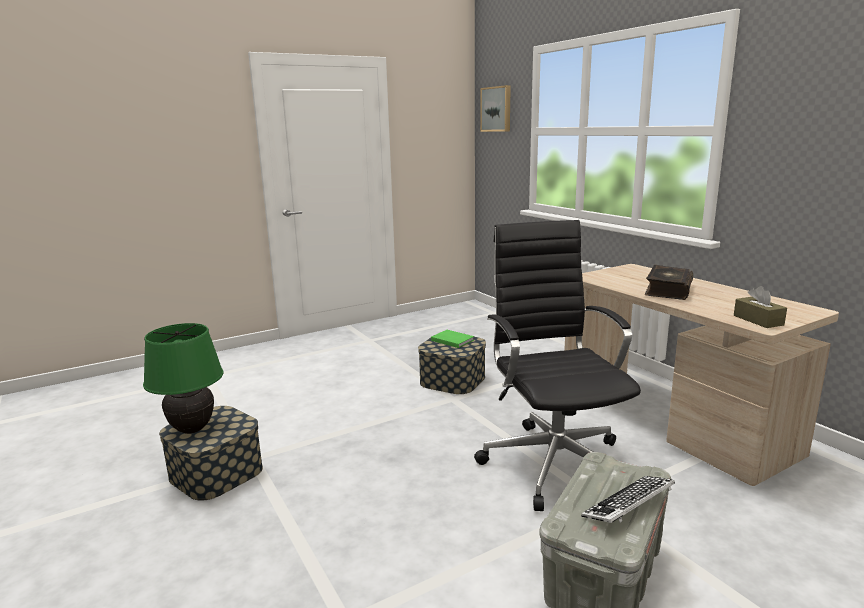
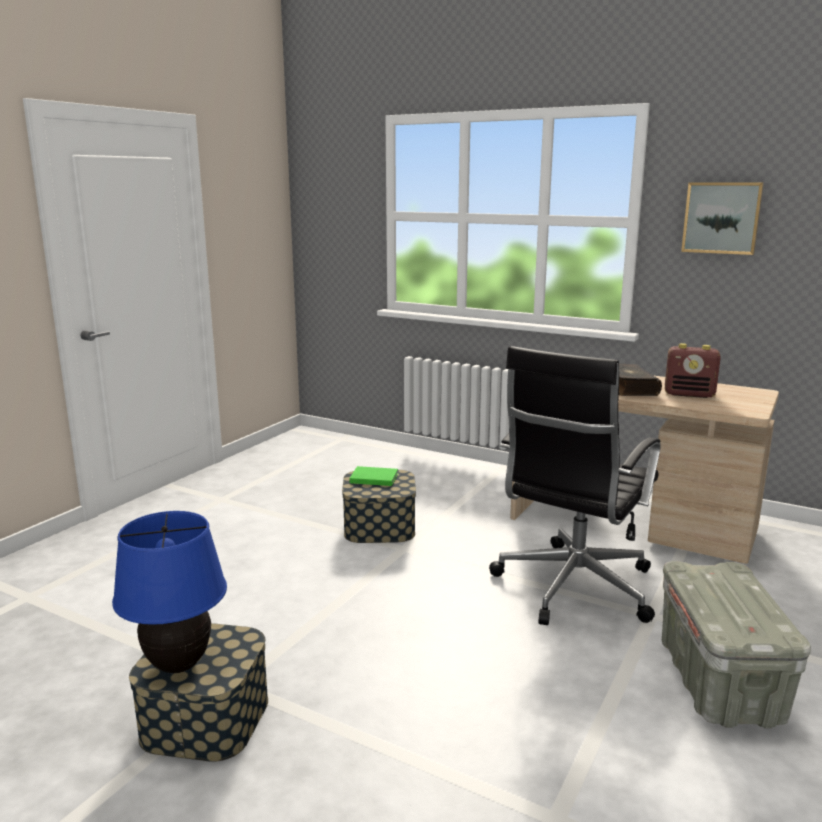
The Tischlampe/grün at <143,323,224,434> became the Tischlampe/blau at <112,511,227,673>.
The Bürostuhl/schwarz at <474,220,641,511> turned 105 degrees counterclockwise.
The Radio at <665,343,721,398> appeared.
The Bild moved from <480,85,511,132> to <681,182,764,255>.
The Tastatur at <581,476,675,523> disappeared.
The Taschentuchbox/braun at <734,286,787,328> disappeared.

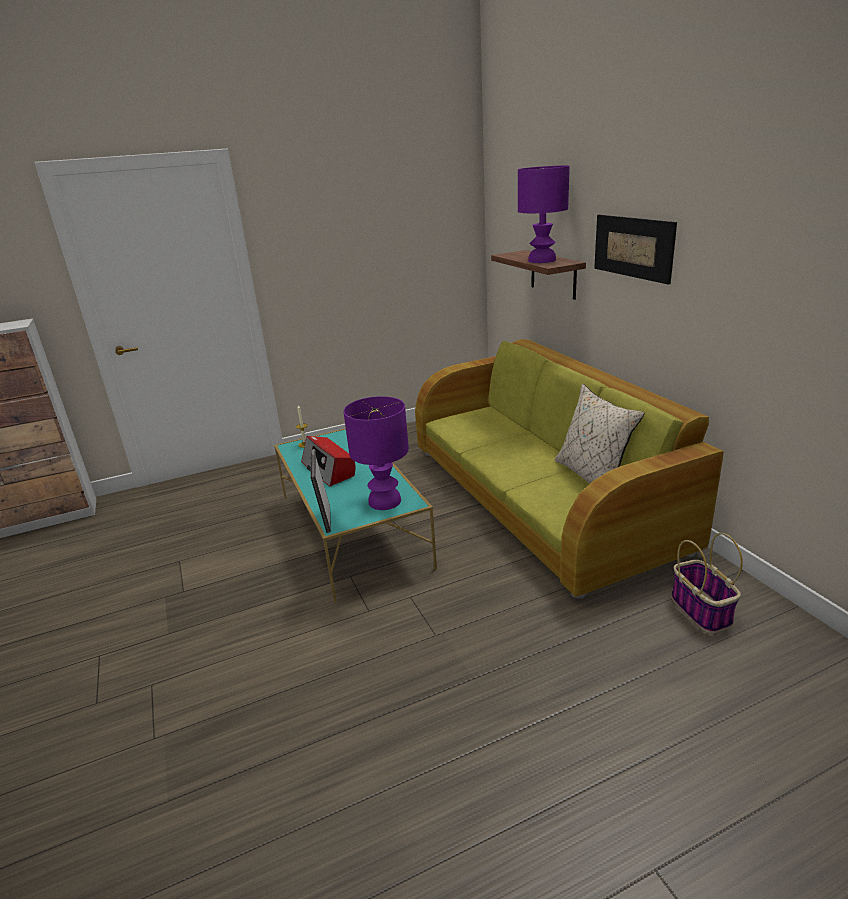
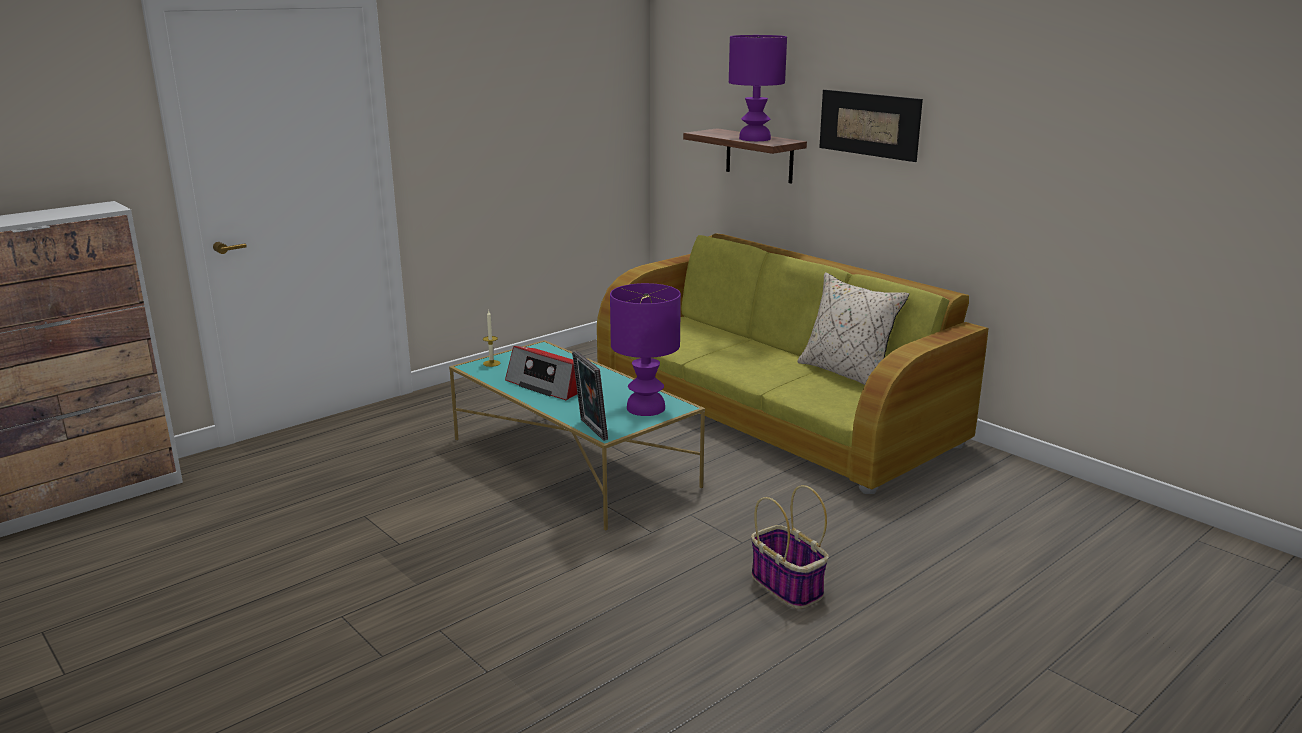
The Korb moved from <671,533,743,633> to <751,485,829,609>.

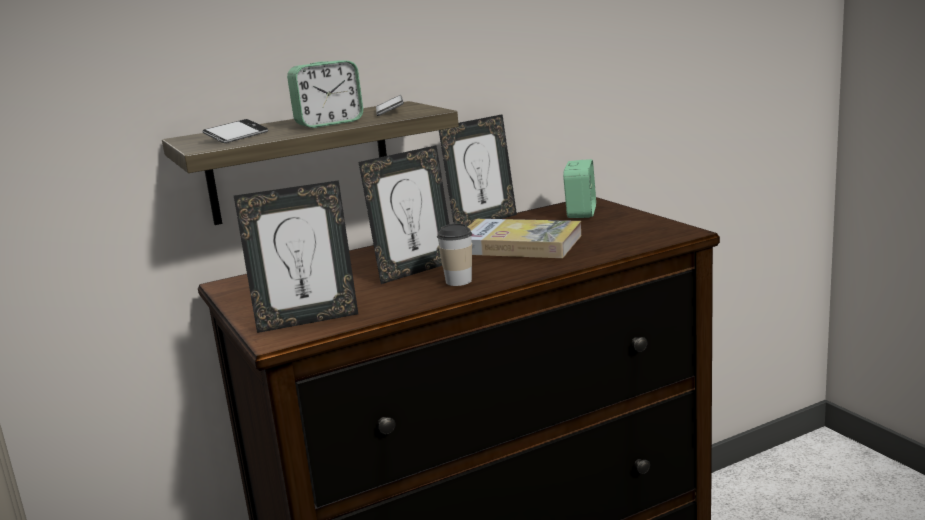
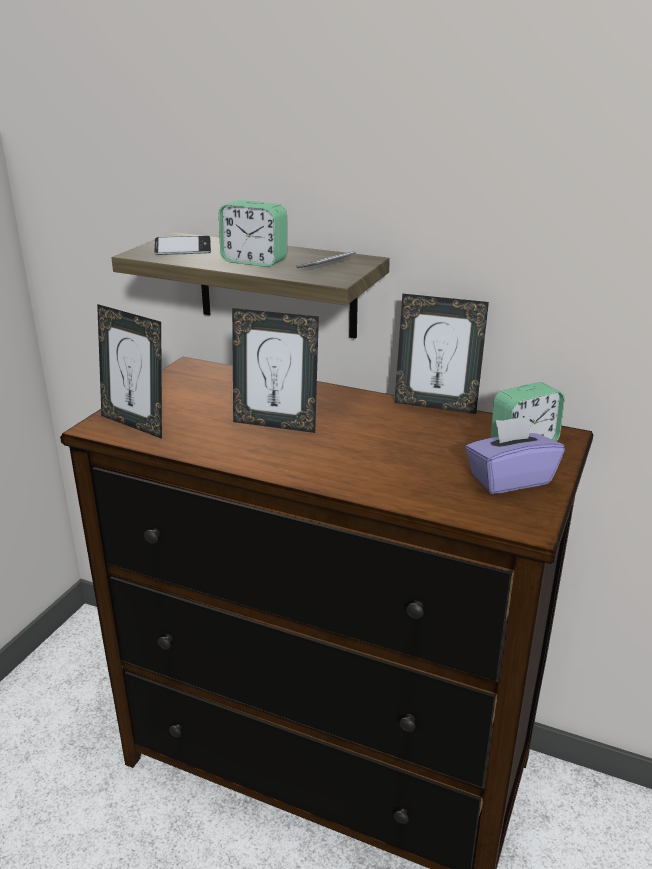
The Taschentuchbox/lila at <465,416,565,494> appeared.
The Tasse at <437,223,472,286> disappeared.
The Buch at <468,219,582,258> disappeared.

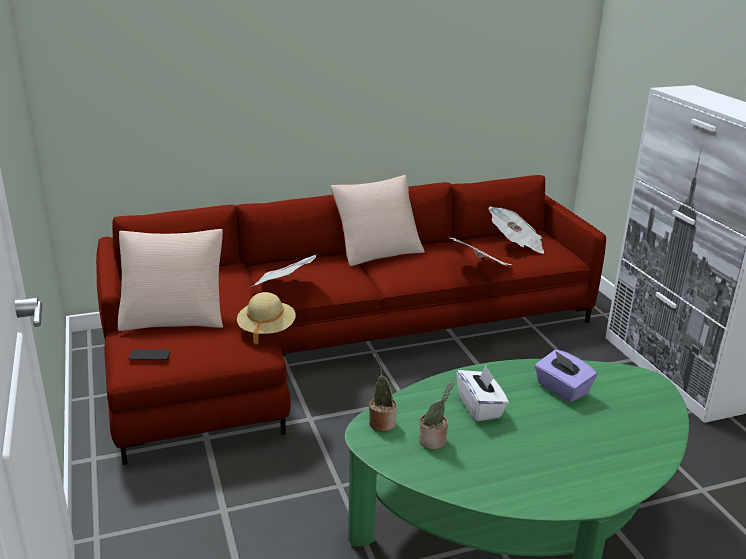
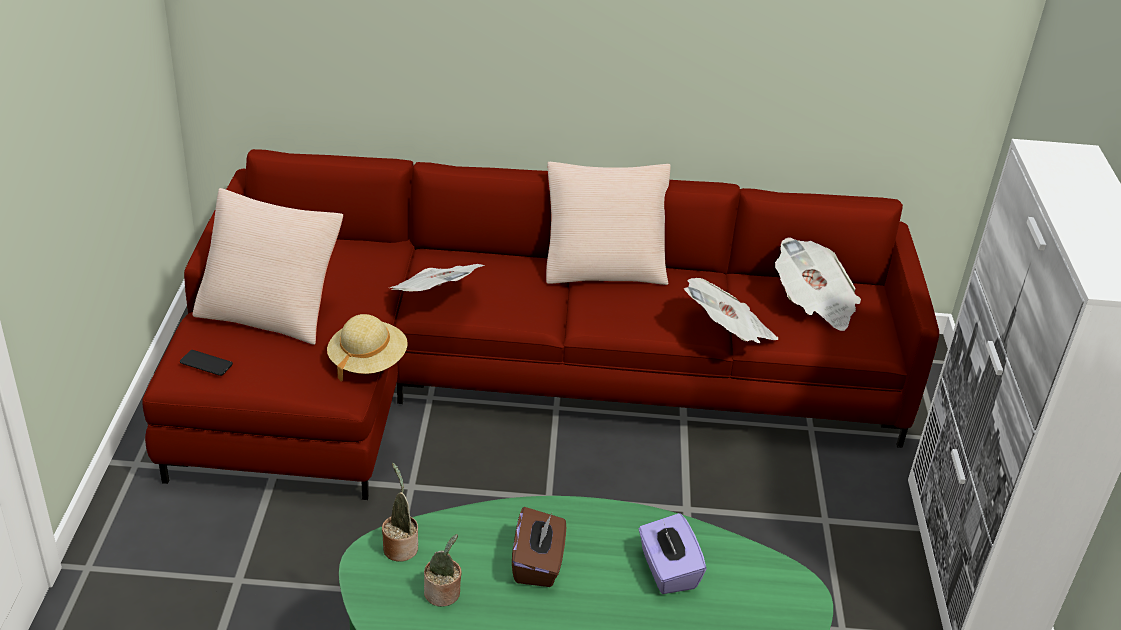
The Taschentuchbox/weiß at <457,364,509,421> became the Taschentuchbox/braun at <512,507,566,587>.

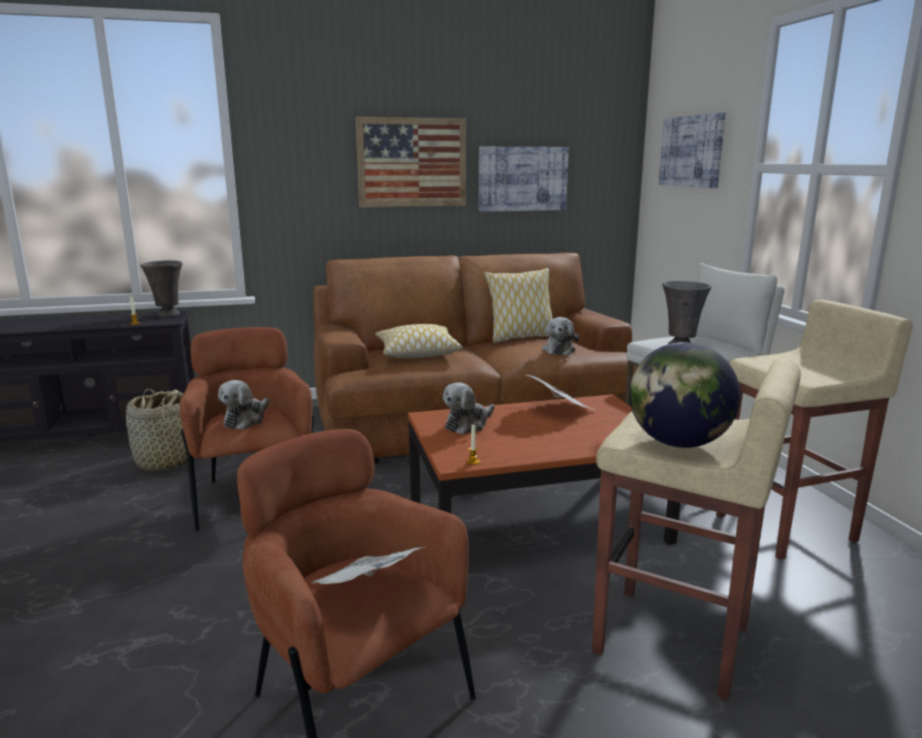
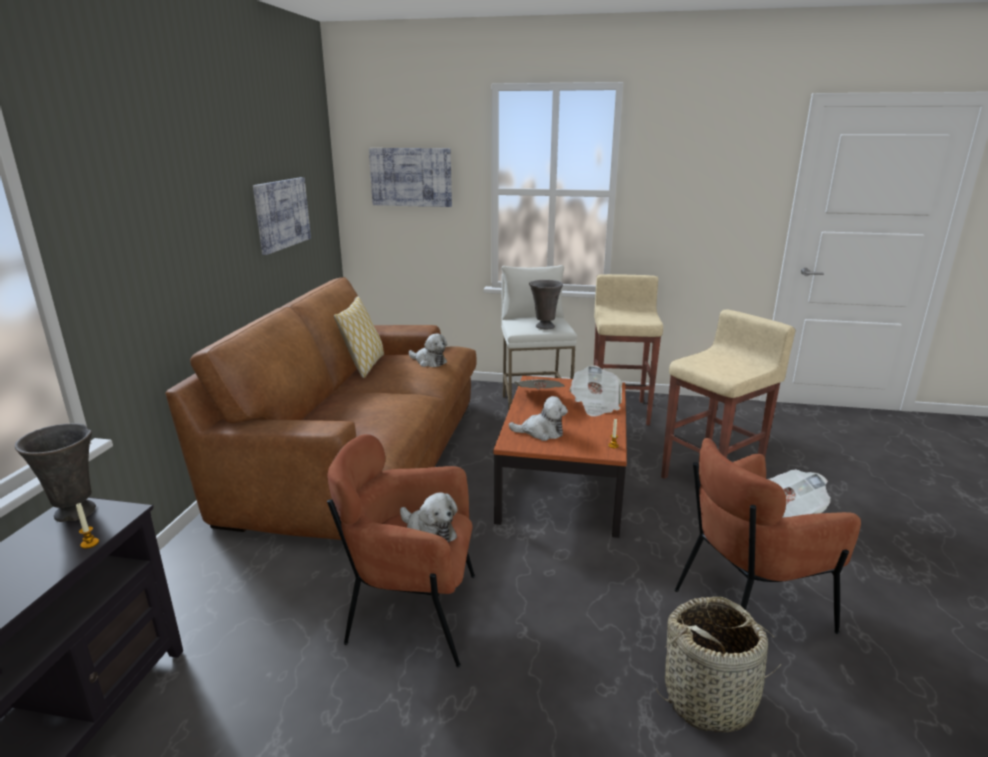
The Plüschtier at <443,382,494,435> turned 60 degrees counterclockwise.
The Zeitung at <570,365,622,416> appeared.
The Korb moved from <126,389,195,471> to <656,597,781,733>.
The Bild at <355,117,466,207> disappeared.
The Kissen at <375,324,463,358> disappeared.
The Globus at <629,342,740,448> disappeared.

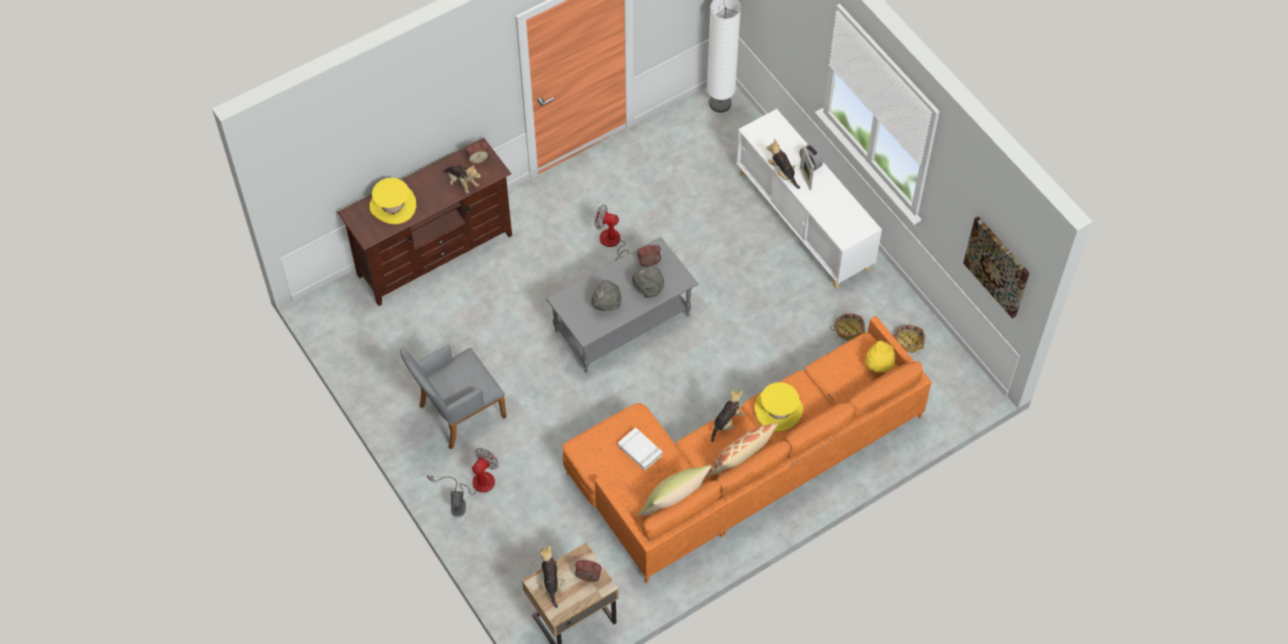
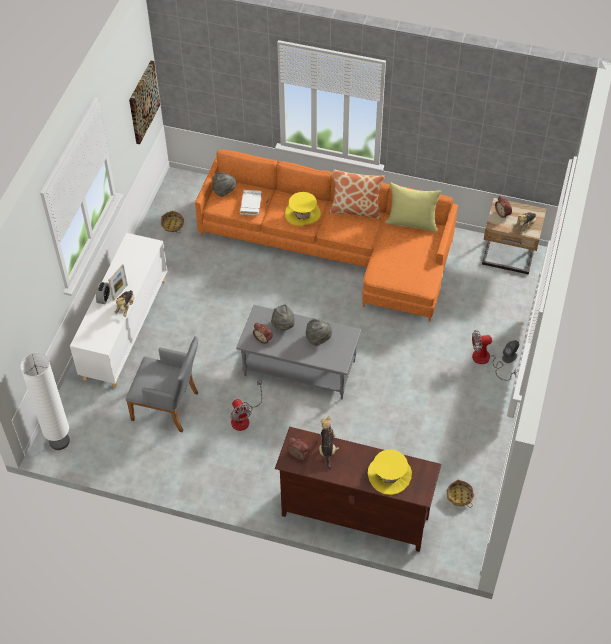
The Sessel/grau moved from <400,345,506,450> to <126,336,198,433>.
The Hut/gelb at <865,341,895,372> became the Hut/grau at <212,172,236,197>.
The Buch/weiß moved from <618,427,663,470> to <240,190,262,215>.
The Korb moved from <830,314,865,341> to <447,480,474,508>.
The Plüschtier at <711,390,744,442> disappeared.

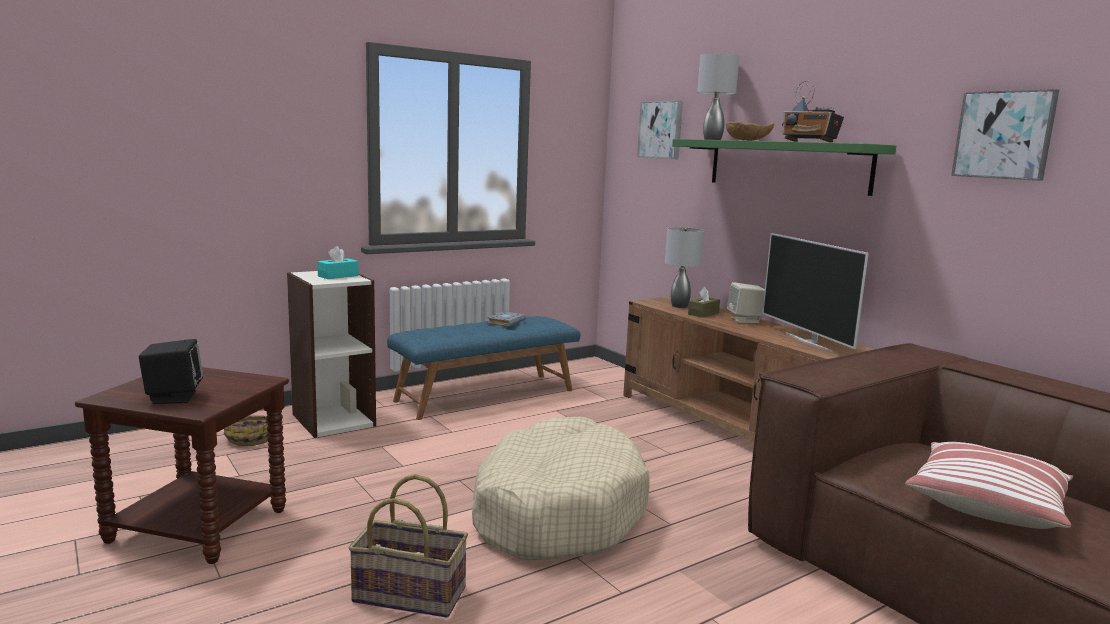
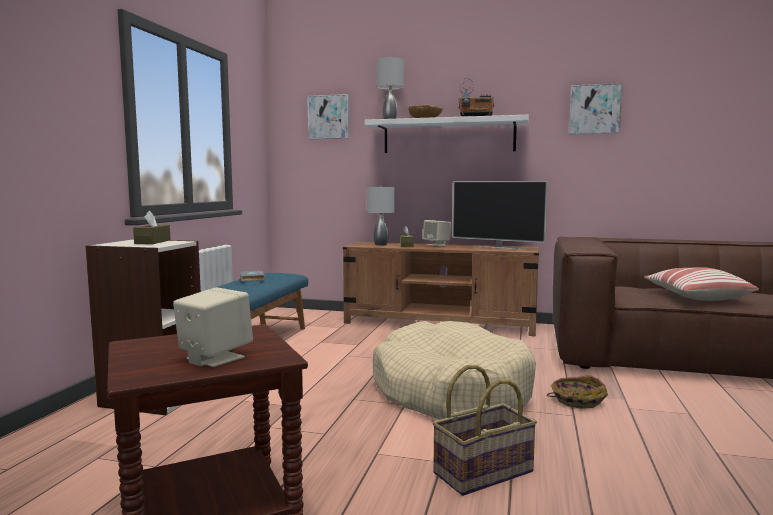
The Taschentuchbox/türkis at <317,246,358,279> became the Taschentuchbox/braun at <133,211,171,244>.
The Lautsprecher/schwarz at <139,339,203,404> became the Lautsprecher/beige at <173,287,253,367>.
The Wandregal/grün at <672,139,896,196> became the Wandregal/weiß at <365,115,529,153>.
The Korb moved from <224,415,269,446> to <547,375,608,409>.

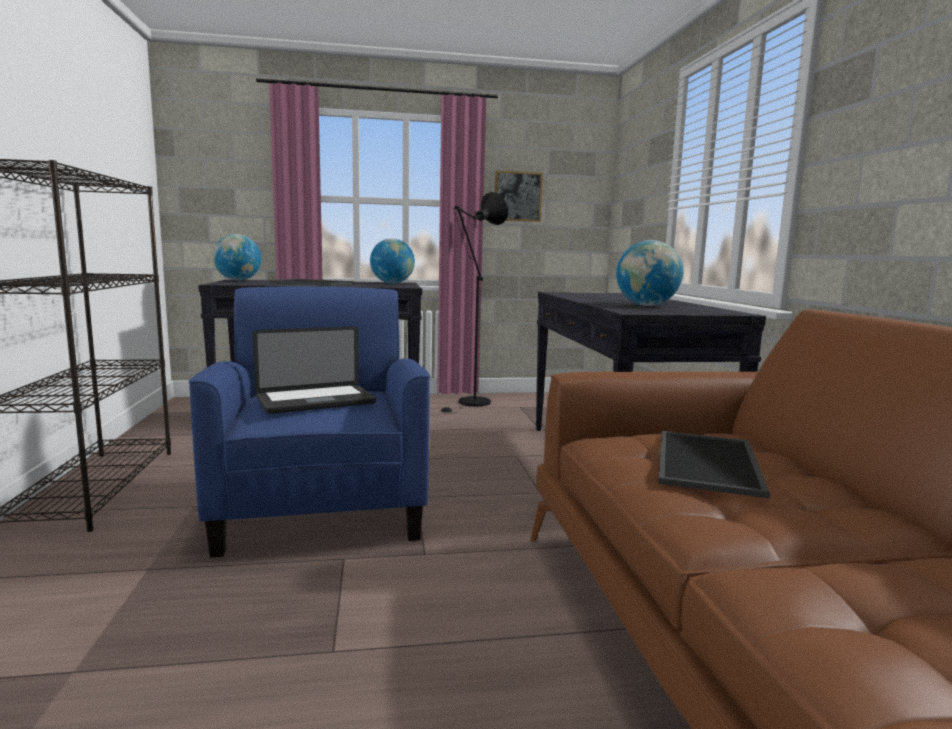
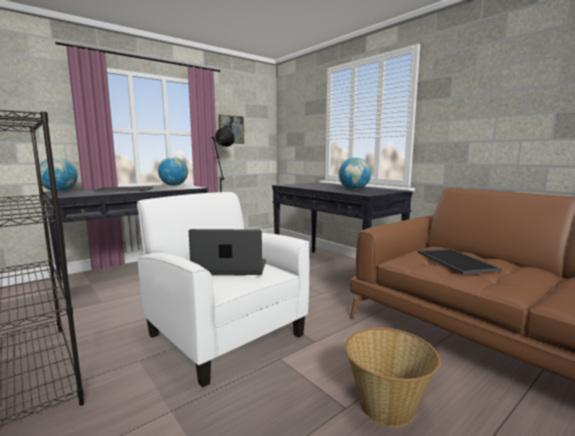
The Sessel/blau at <189,286,430,558> became the Sessel/weiß at <137,192,309,388>.
The Laptop at <253,326,376,414> turned 120 degrees counterclockwise.
The Korb at <345,328,441,427> appeared.

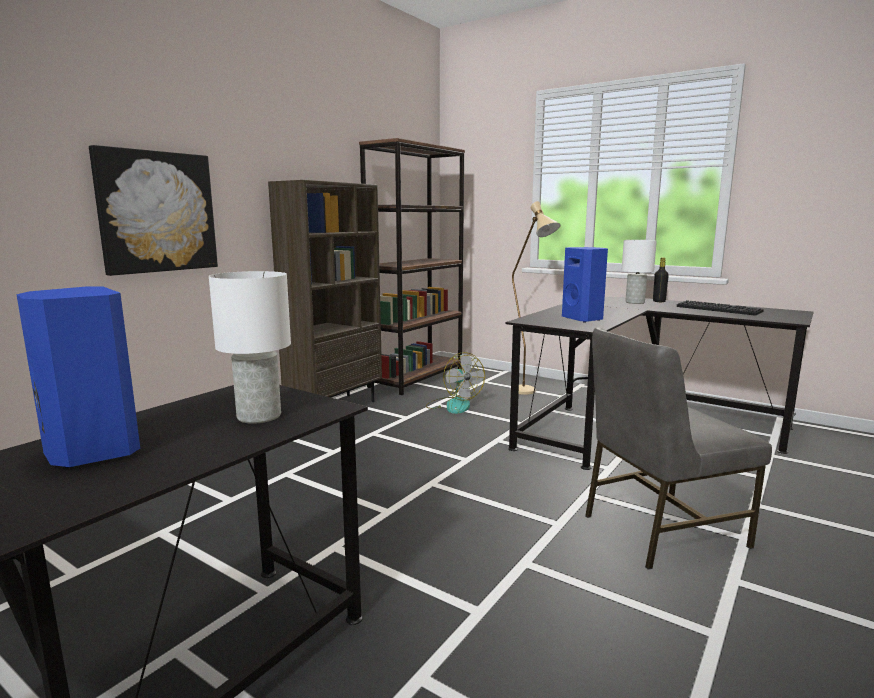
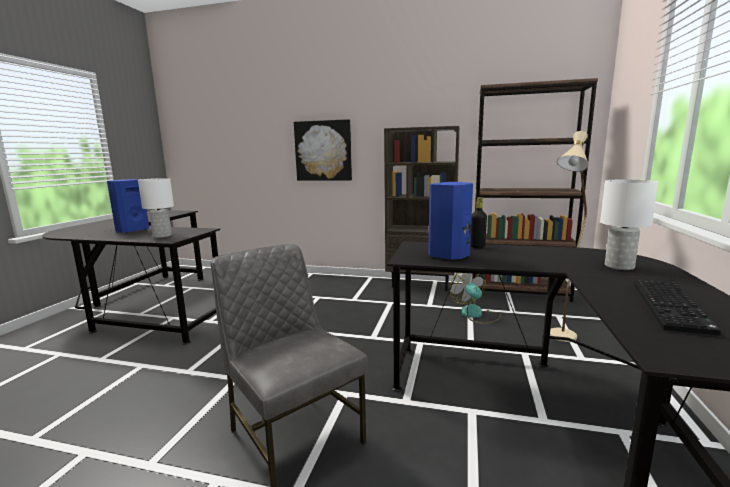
The Ventilator at <426,352,485,414> turned 120 degrees clockwise.
The Flasche/schwarz moved from <653,257,669,302> to <470,197,487,248>.

